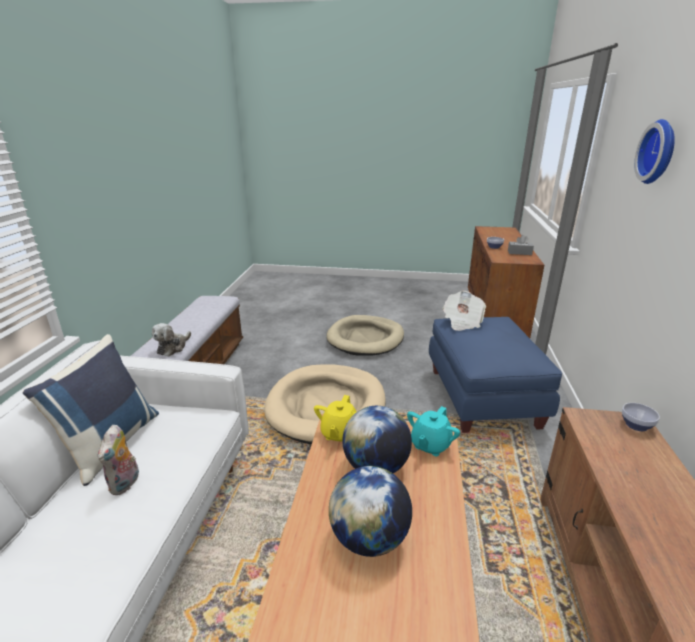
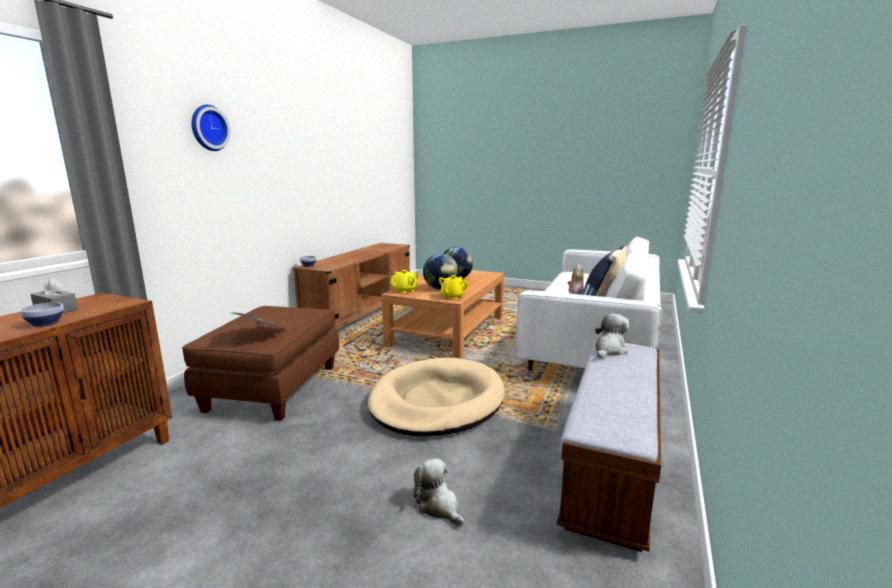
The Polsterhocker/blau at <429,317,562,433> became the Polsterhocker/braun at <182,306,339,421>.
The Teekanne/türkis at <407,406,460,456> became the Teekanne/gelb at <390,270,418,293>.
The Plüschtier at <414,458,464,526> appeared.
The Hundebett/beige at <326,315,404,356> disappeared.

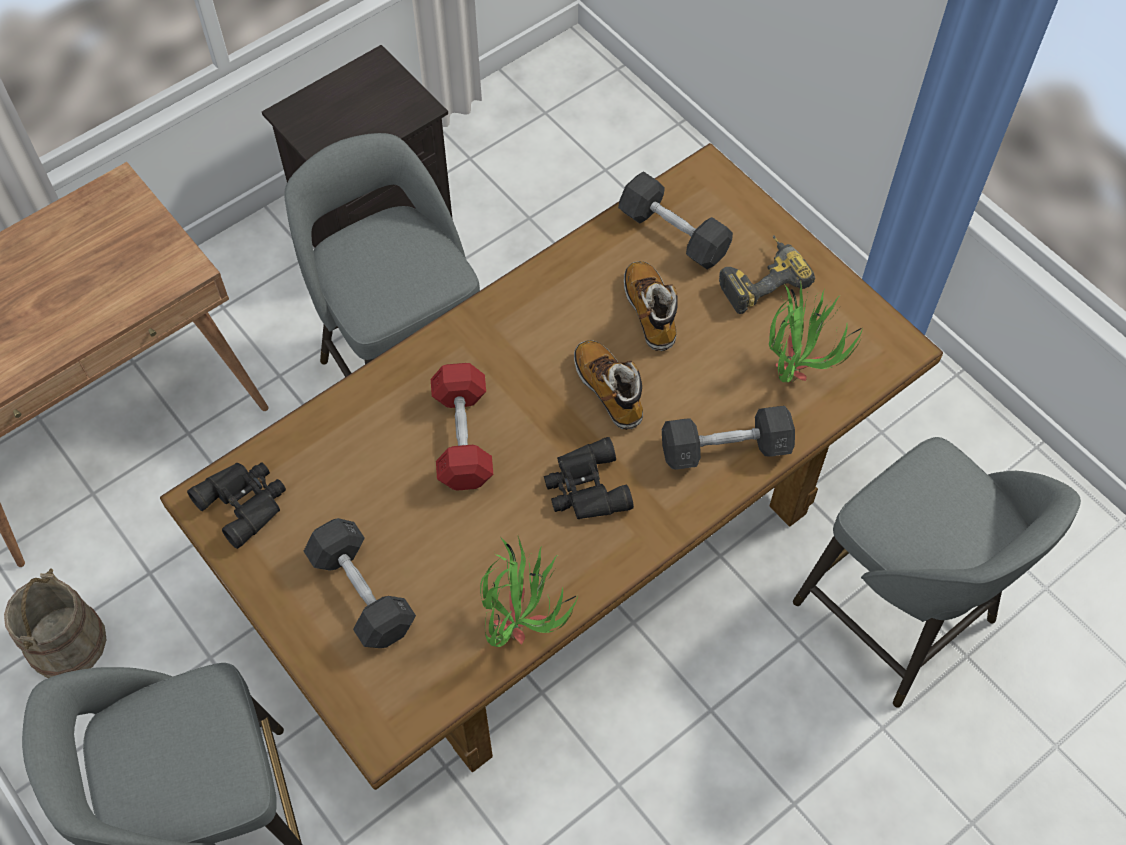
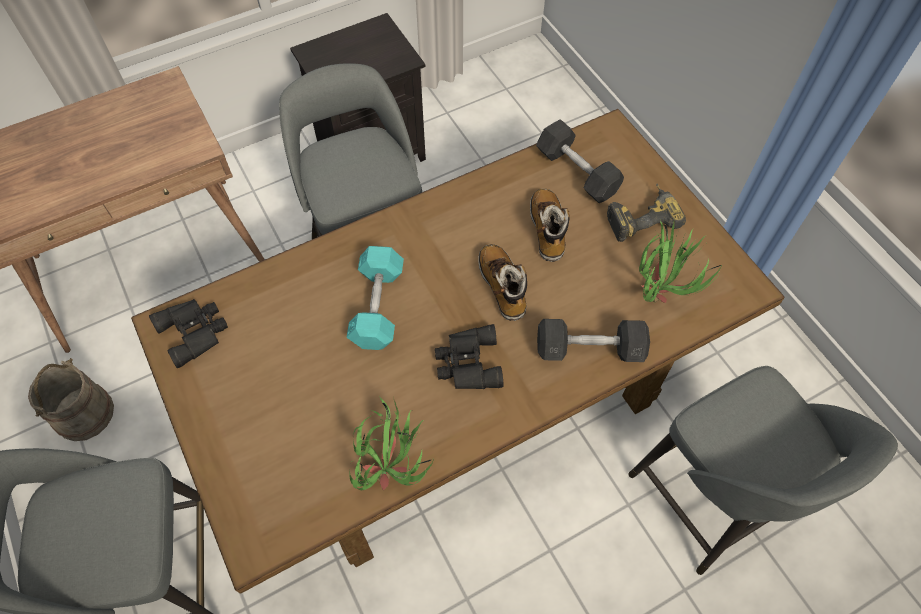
The Hantel/rot at <431,363,493,491> became the Hantel/türkis at <346,246,404,350>.
The Hantel/grau at <304,518,416,648> disappeared.

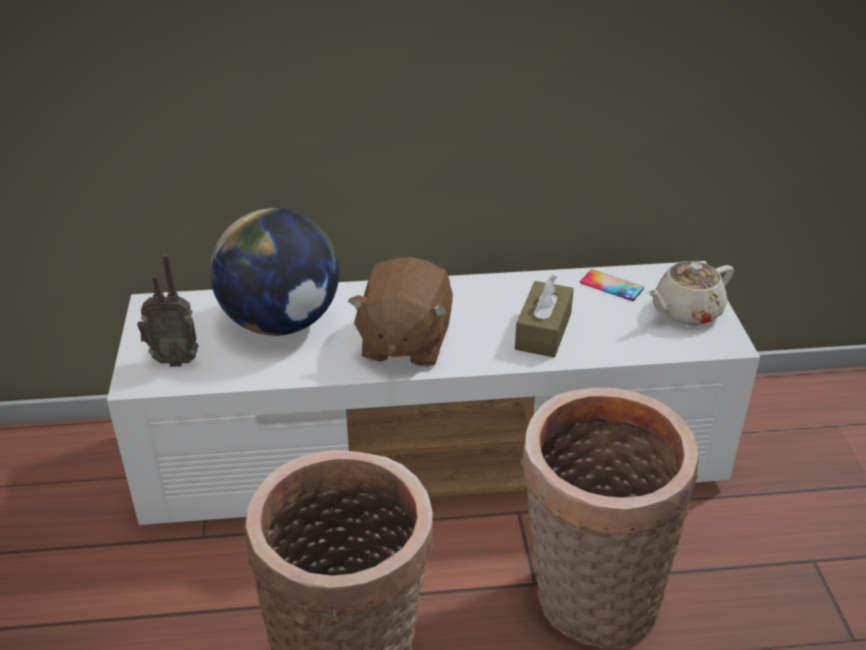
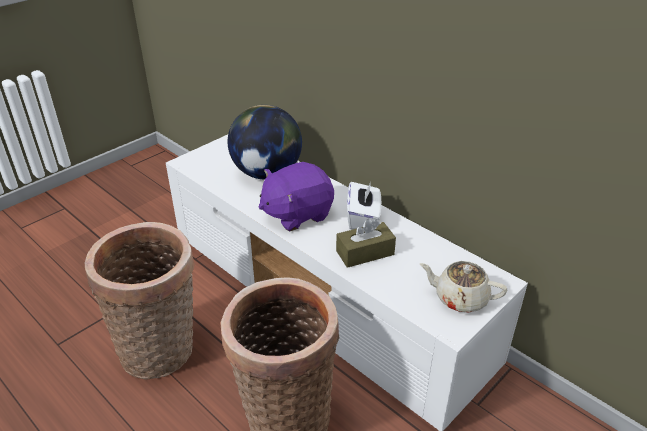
The Plüschtier/braun at <348,257,453,367> became the Plüschtier/lila at <258,162,334,231>.
The Taschentuchbox/weiß at <347,182,381,230> appeared.
The Radio at <137,254,198,367> disappeared.
The Handy at <580,269,644,301> disappeared.

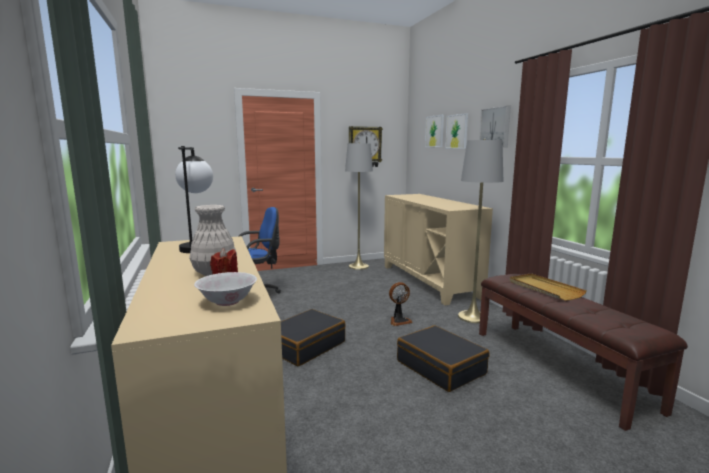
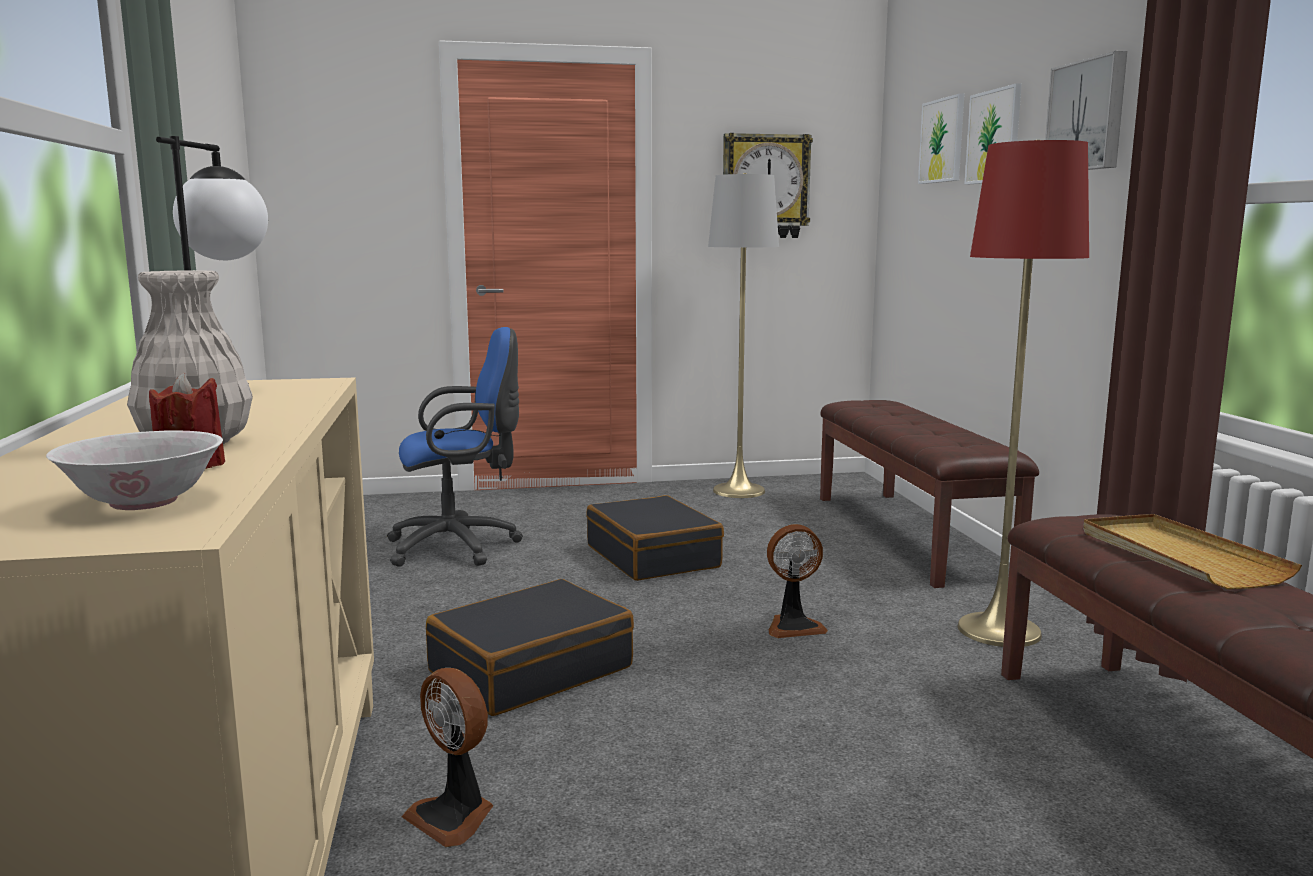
The Ventilator at <402,668,493,847> appeared.
The Koffer/schwarz moved from <397,325,490,392> to <586,495,724,581>.
The Schrank/beige at <384,194,493,305> was replaced by the Bank/braun at <820,400,1039,588>.
The Stehlampe/grau at <458,139,503,323> became the Stehlampe/rot at <957,140,1089,647>.

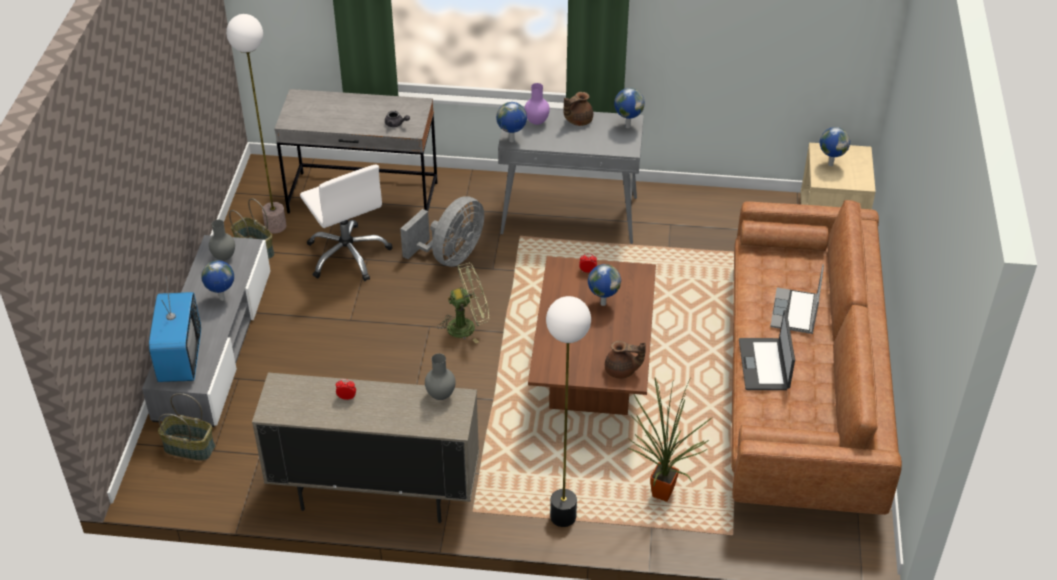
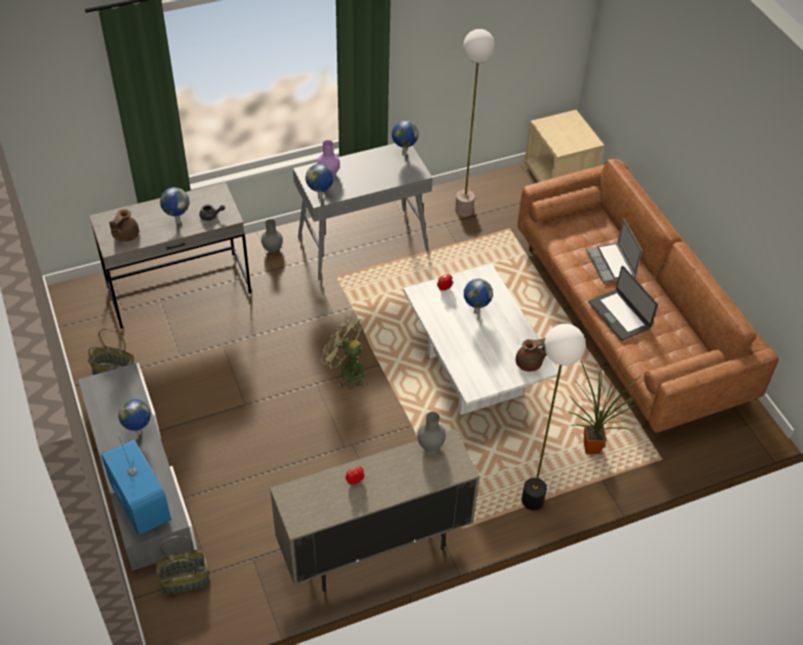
The Teekanne/braun moved from <563,92,593,126> to <109,209,139,242>.
The Globus moved from <820,127,850,166> to <160,187,189,224>.
The Vase/grau moved from <209,220,235,261> to <261,219,283,252>.
The Ventilator/grün at <437,263,489,343> turned 105 degrees counterclockwise.
The Couchtisch/braun at <528,256,656,415> became the Couchtisch/weiß at <403,263,561,415>.
The Stehlampe moved from <226,14,286,233> to <455,29,495,217>.
The Bürostuhl/weiß at <300,164,393,281> disappeared.
The Ventilator/grau at <400,196,484,267> disappeared.

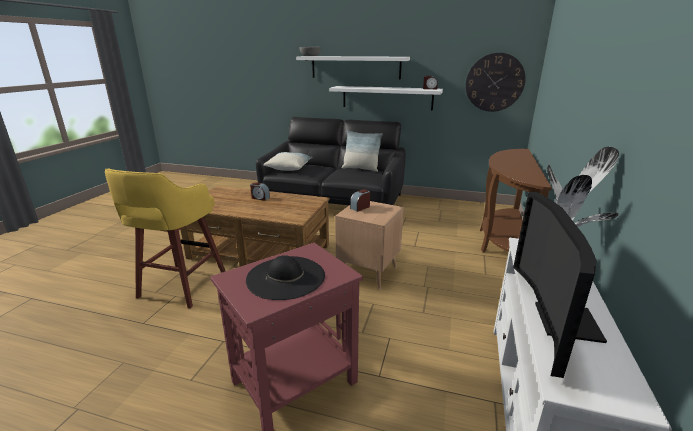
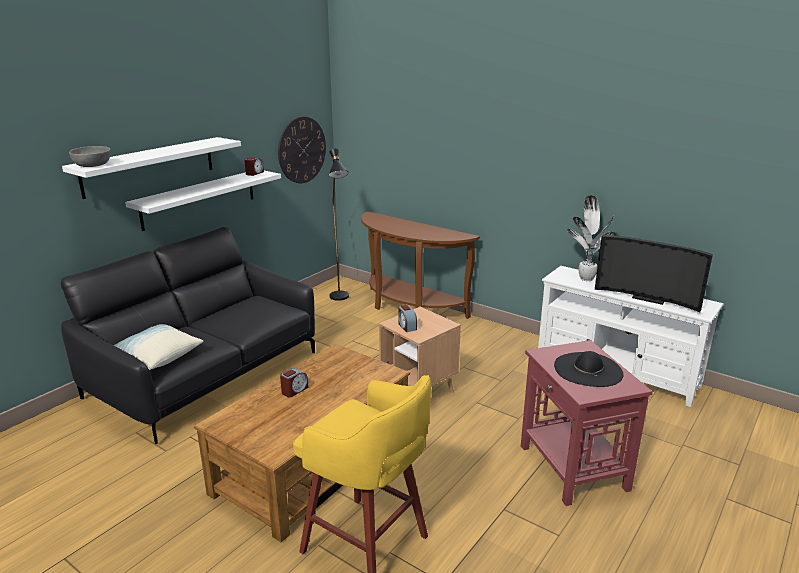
The Stehlampe/schwarz at <329,149,349,301> appeared.
The Kissen at <342,130,383,172> disappeared.

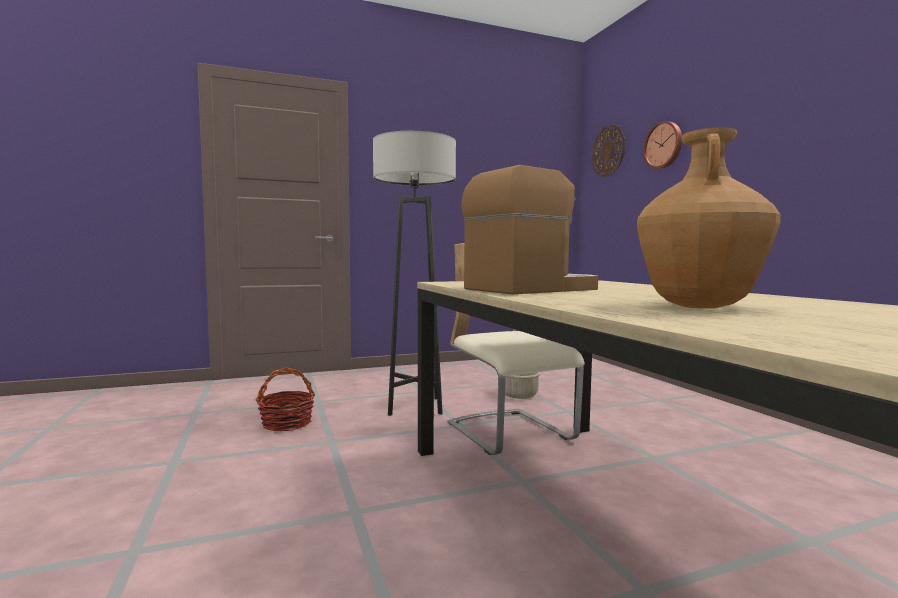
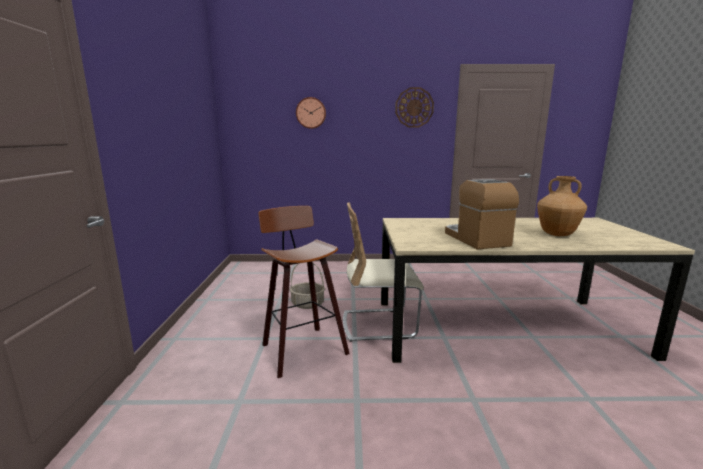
The Stehlampe/grau at <373,131,456,416> was replaced by the Hocker at <258,206,350,378>.
The Wanduhr moved from <591,124,625,177> to <395,87,434,128>.
The Korb at <256,367,315,431> disappeared.

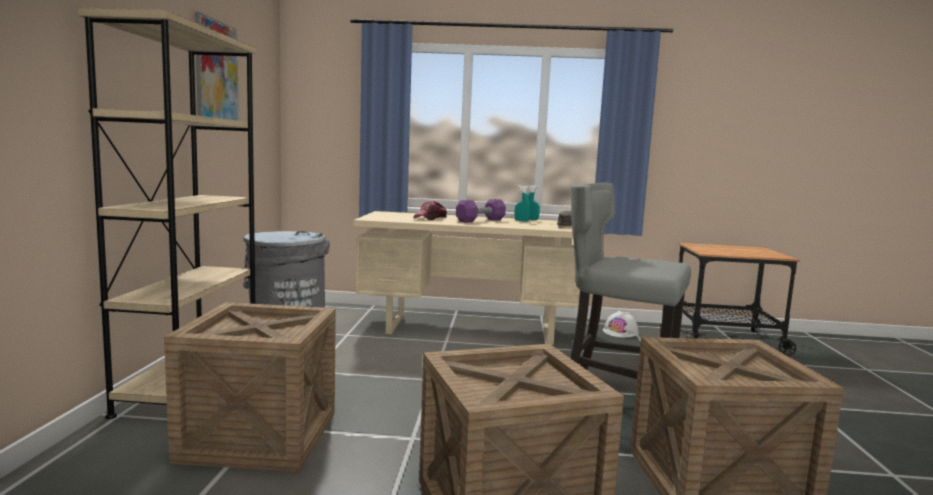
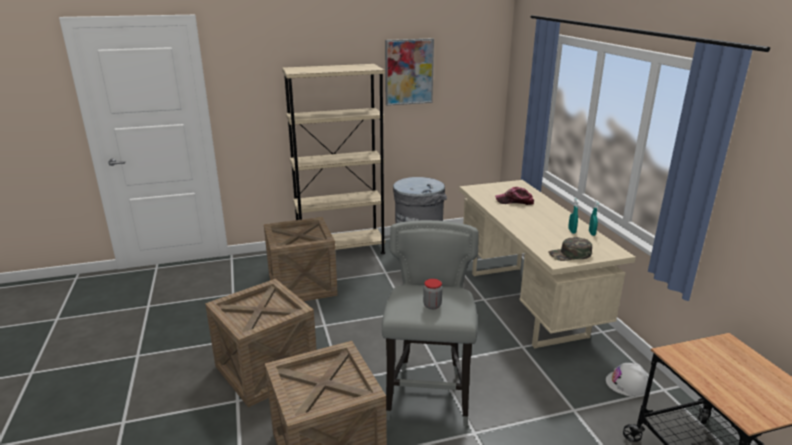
The Vorratsglas at <423,279,442,309> appeared.
The Hantel/lila at <456,199,506,223> disappeared.

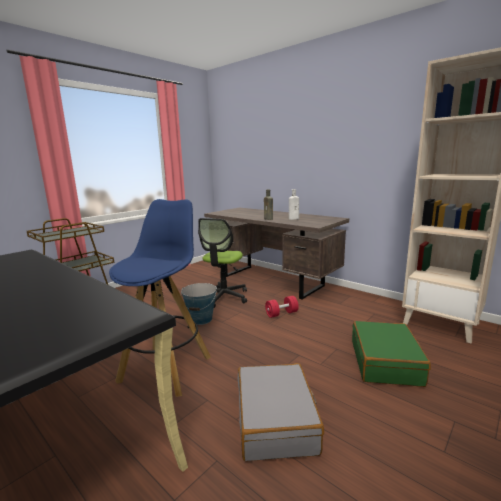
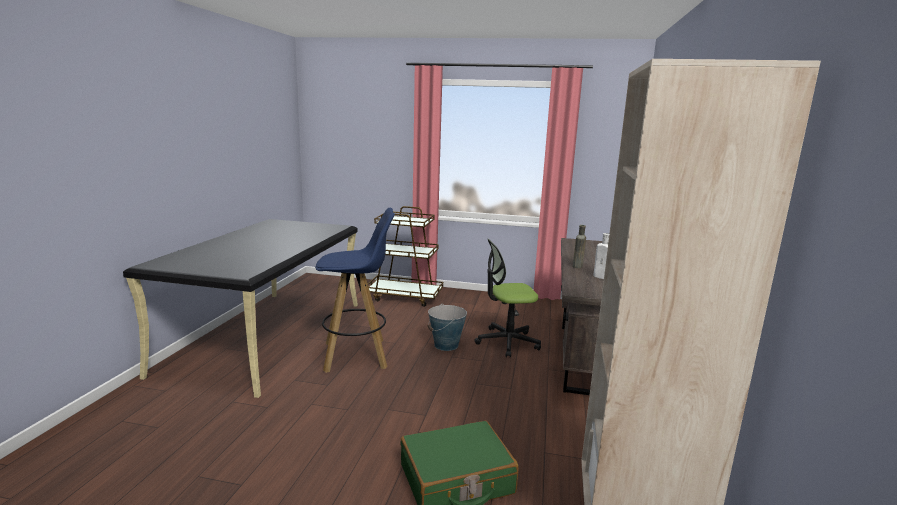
The Koffer/grau at <238,363,324,461> disappeared.
The Hantel/rot at <265,296,299,318> disappeared.

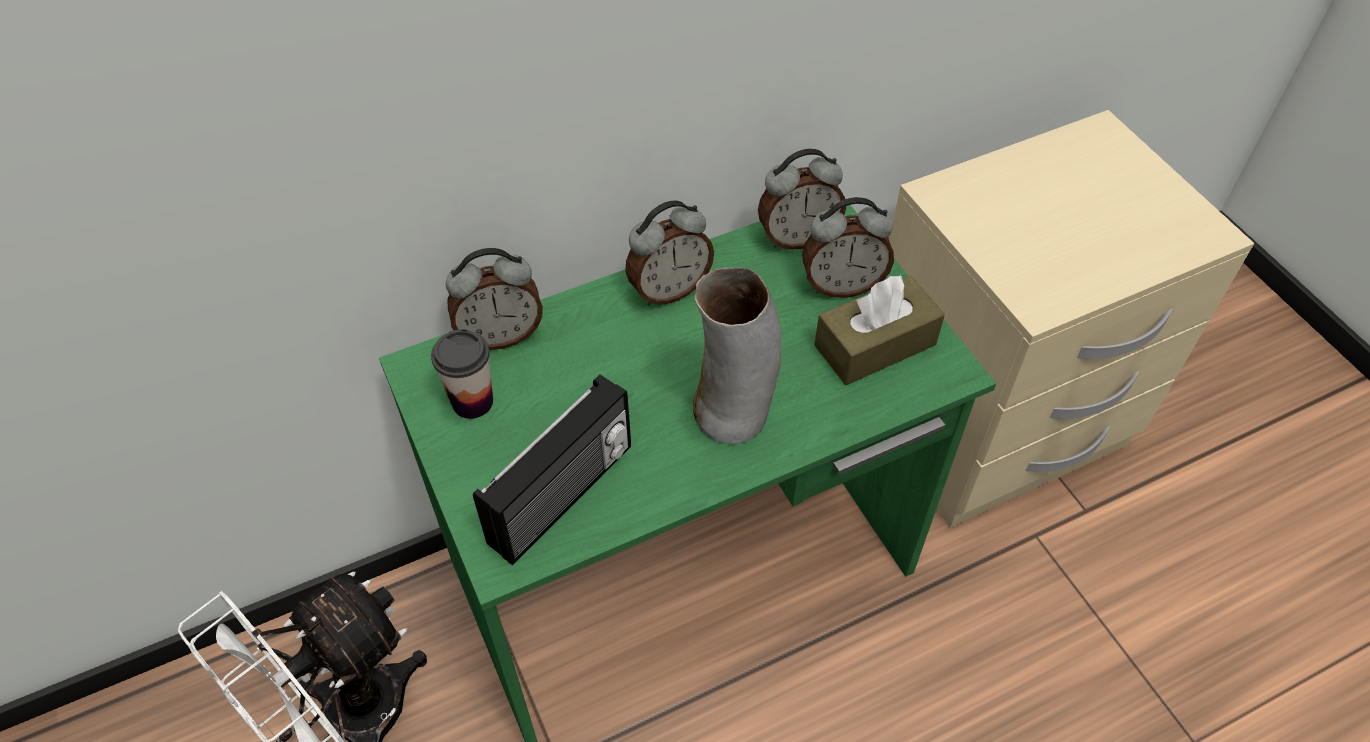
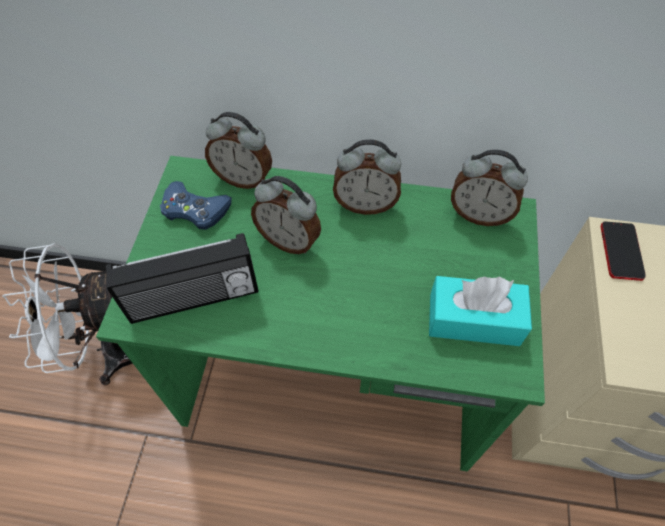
The Tasse at <431,329,493,419> was replaced by the Gamepad/blau at <160,181,232,230>.
The Wecker moved from <802,197,894,298> to <251,176,321,254>.
The Taschentuchbox/braun at <814,274,945,385> became the Taschentuchbox/türkis at <429,276,532,346>.
The Handy at <601,221,646,281> appeared.
The Vase at <693,267,781,444> disappeared.

